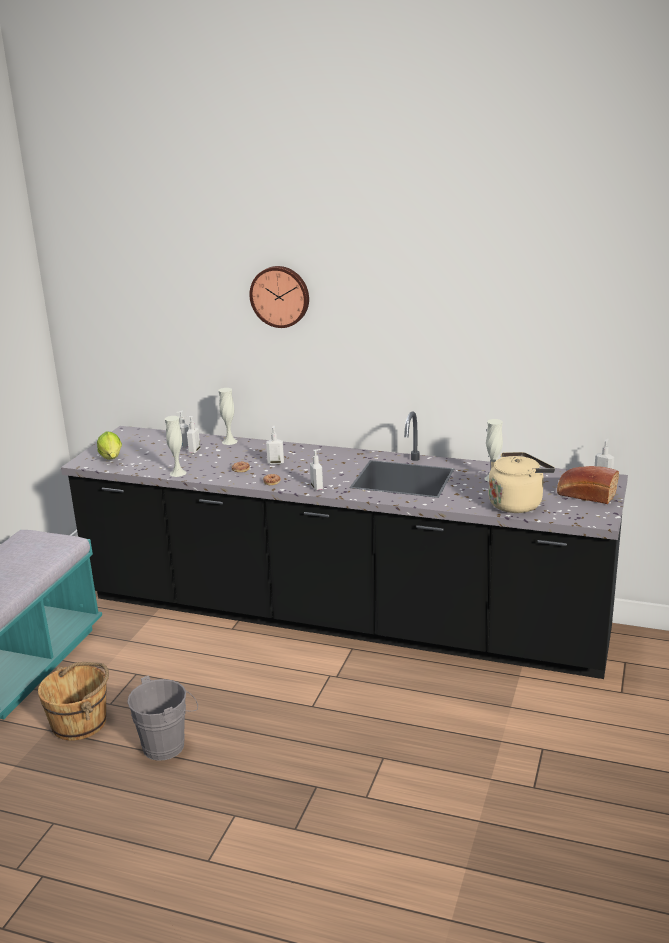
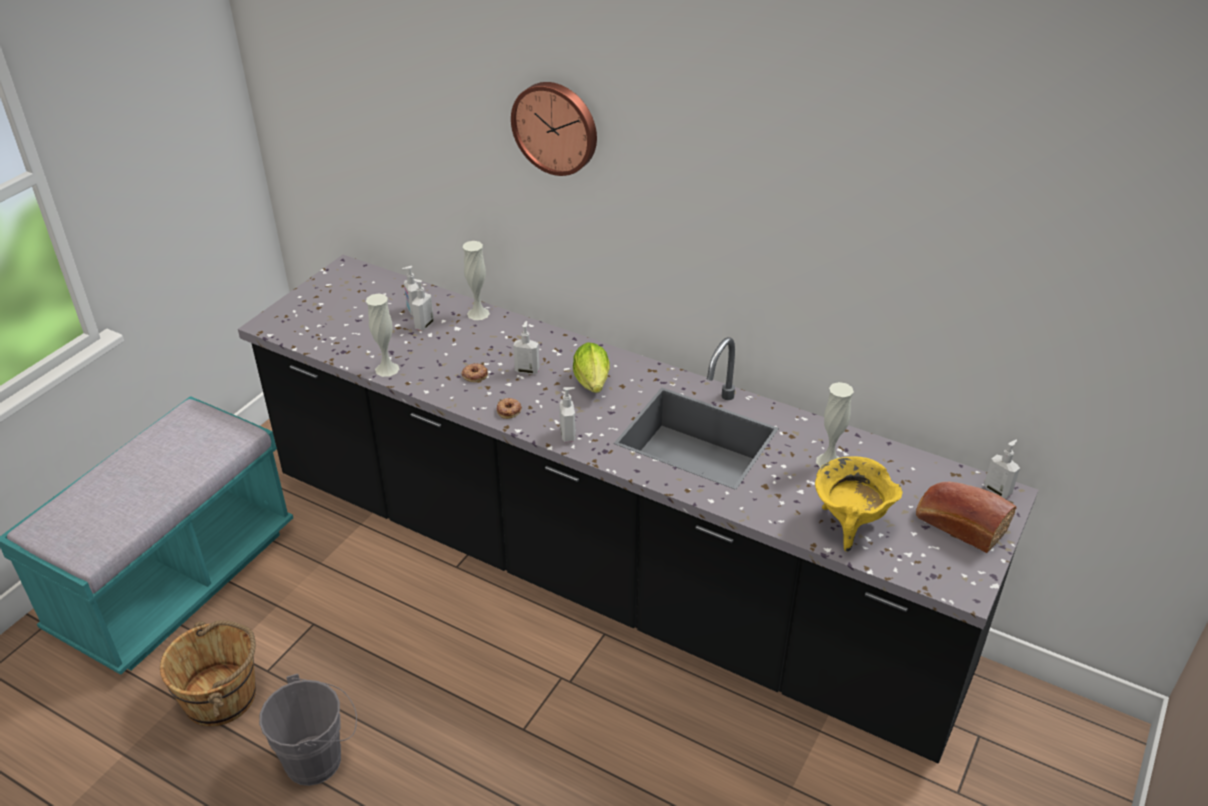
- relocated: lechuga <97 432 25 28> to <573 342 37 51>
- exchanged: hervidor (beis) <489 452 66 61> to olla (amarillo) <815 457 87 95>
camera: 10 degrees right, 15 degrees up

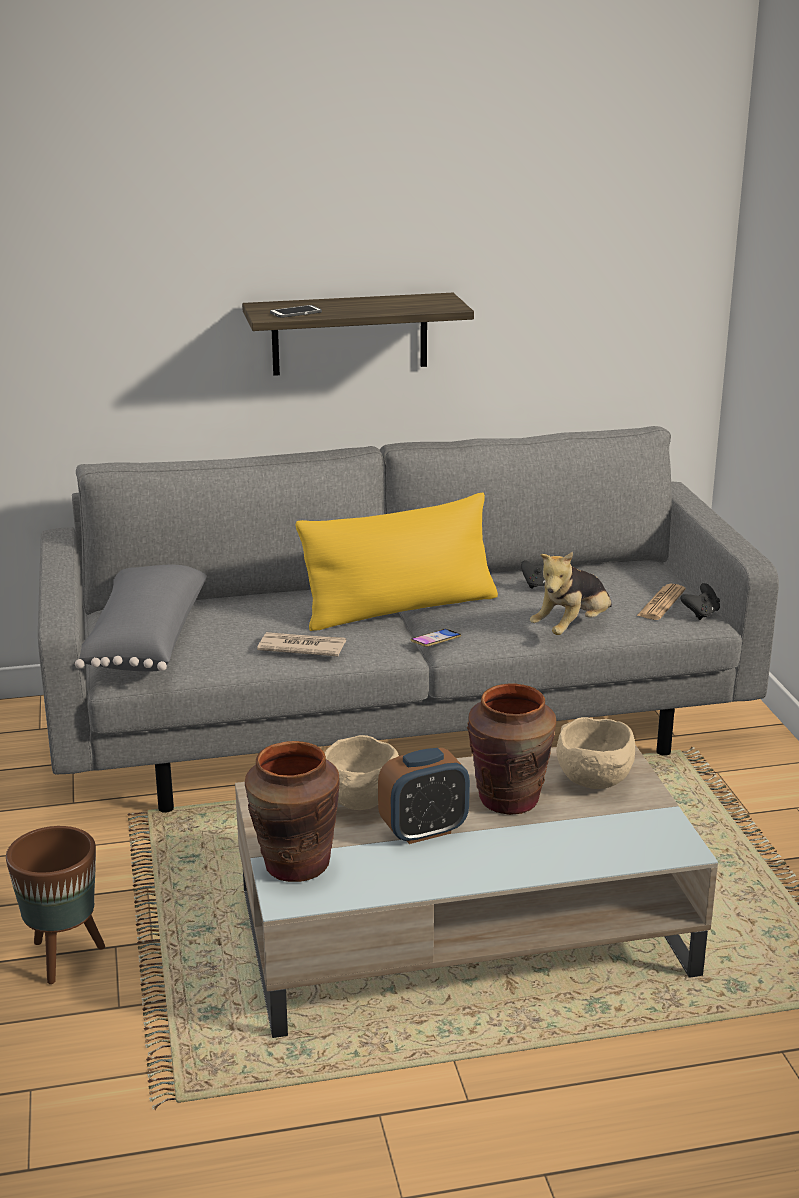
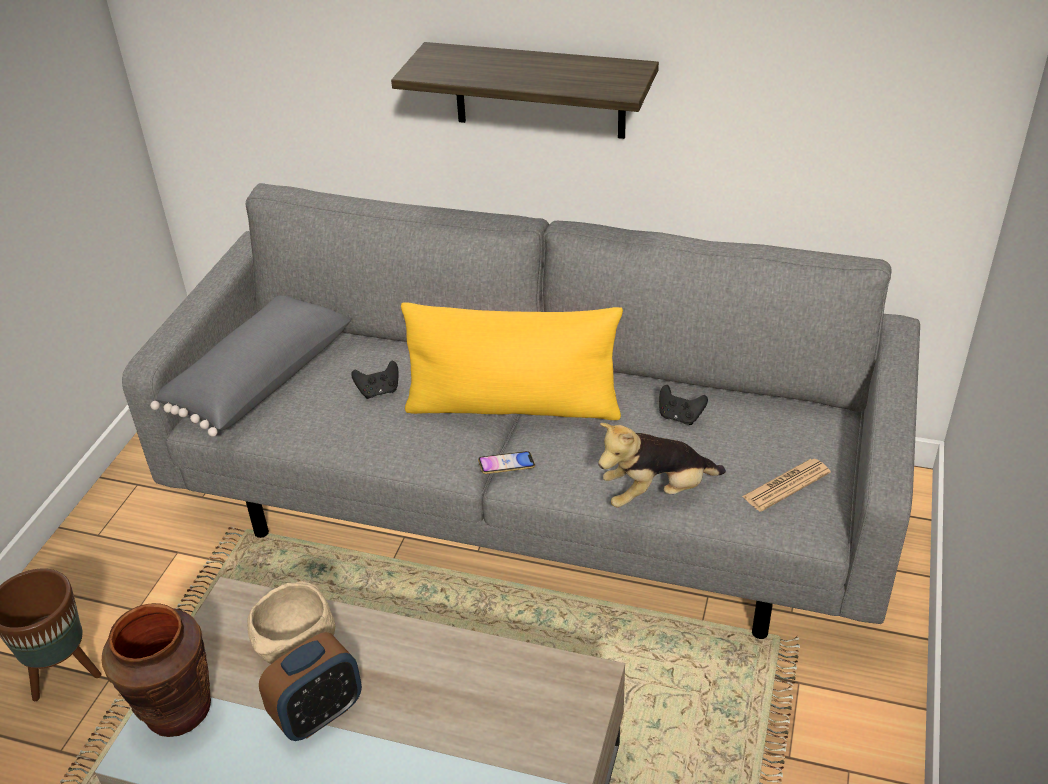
- missing: periódico <257 632 89 24>
- missing: móvil <270 305 52 13>
- spun: despertador <378 748 92 96> = <259 632 103 109> 45 degrees counterclockwise
- missing: florero (marrón) <467 683 89 132>
- missing: cuenco (beis) <556 717 79 72>
- relocated: mando de consola (negro) <681 583 39 37> to <351 361 48 38>
camera: 30 degrees right, 15 degrees up

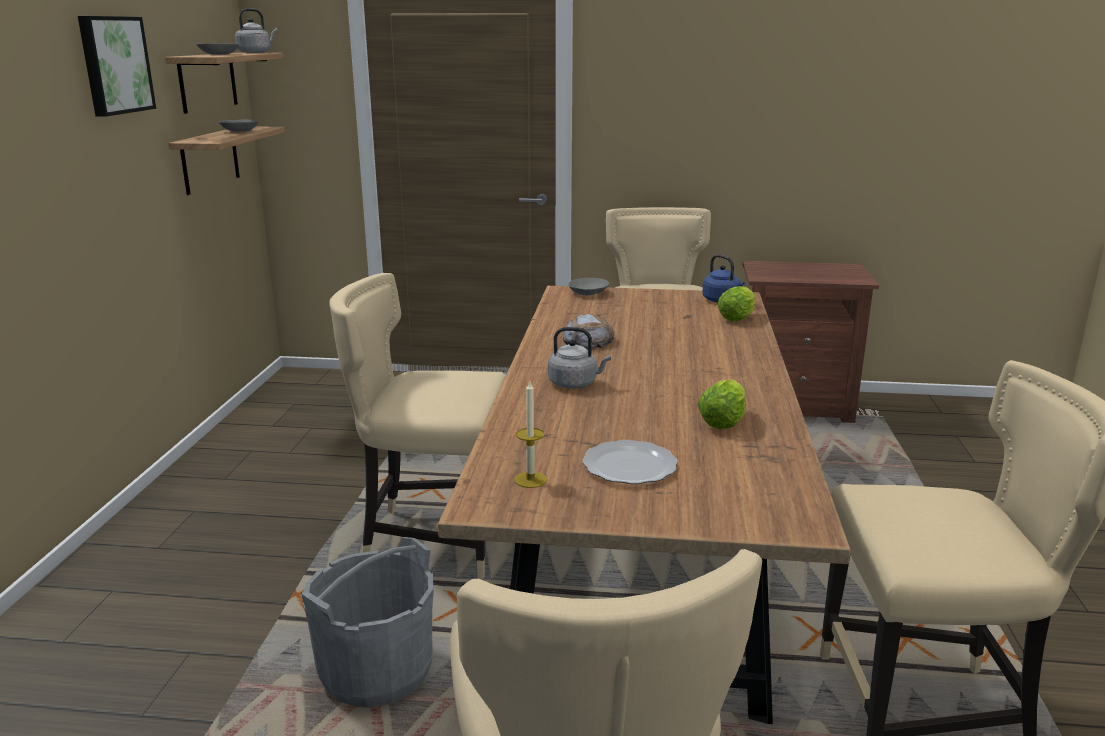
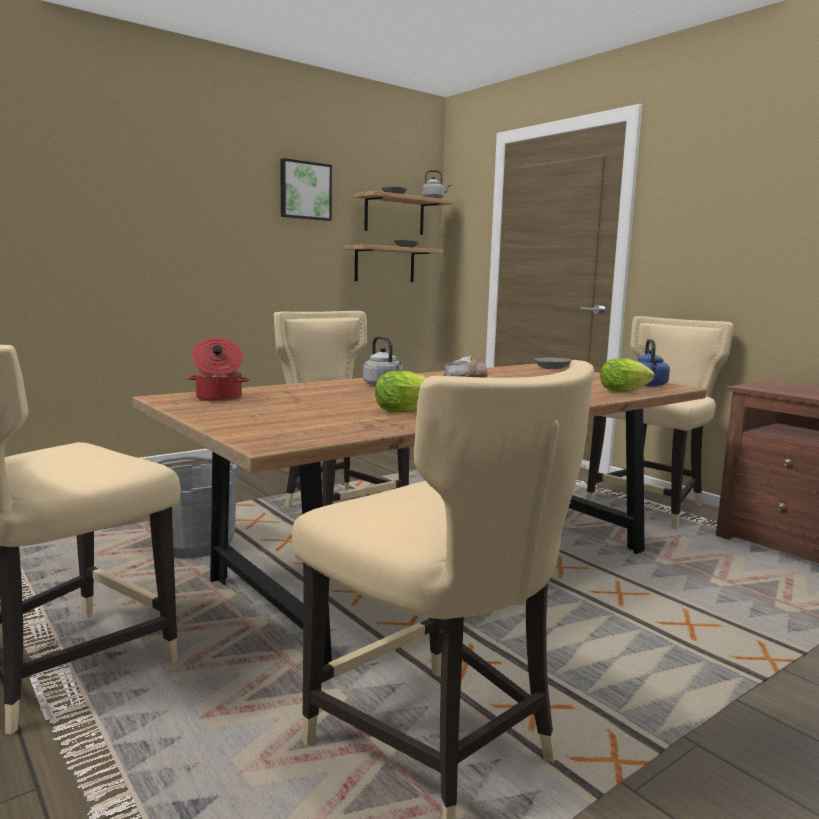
- exchanged: vela <514 382 33 106> to olla <187 337 63 65>
- missing: plato <582 440 96 44>
camera: 45 degrees right, 10 degrees down

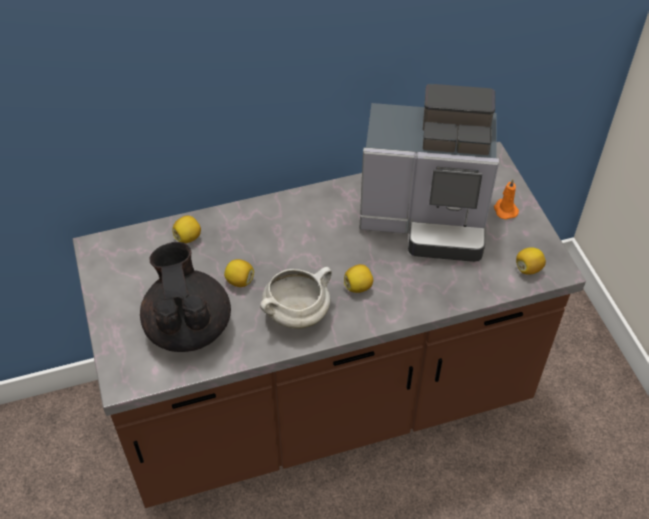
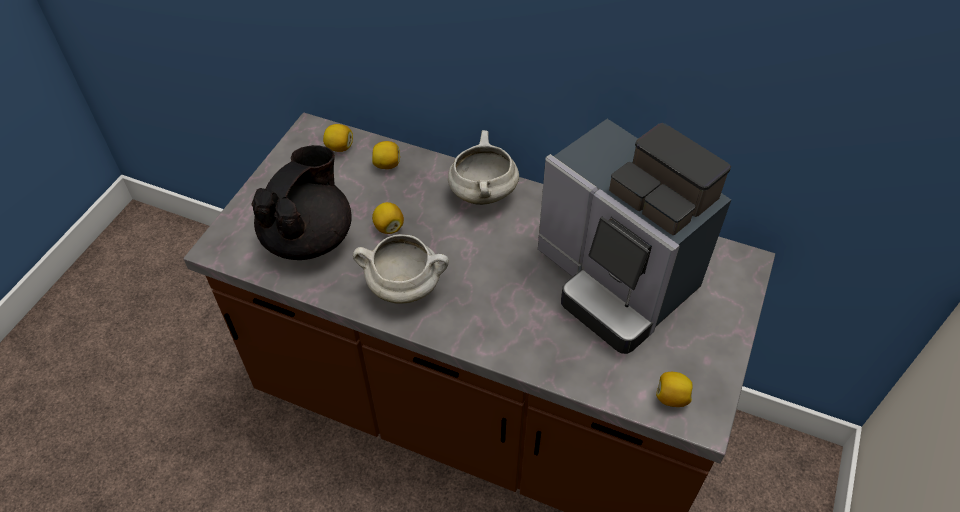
- relocated: limón <344 264 29 29> to <323 124 30 28>
- missing: vela (naranja) <494 179 25 41>
- appeared: olla (blanco) <448 130 71 75>
camera: 40 degrees right, 0 degrees up

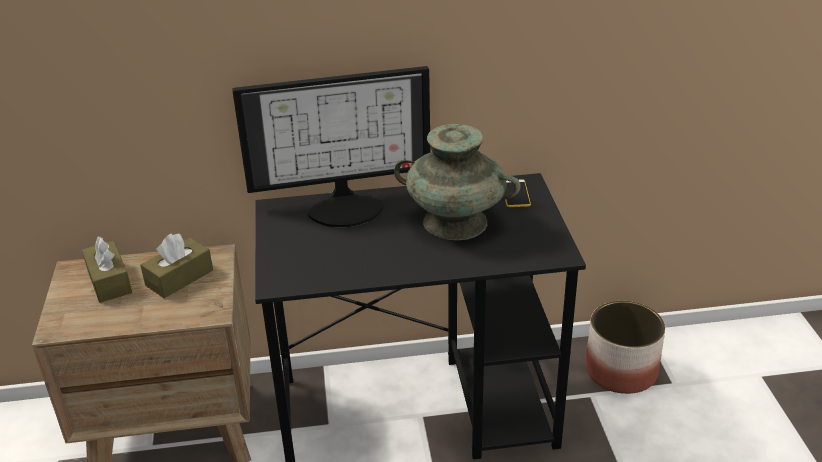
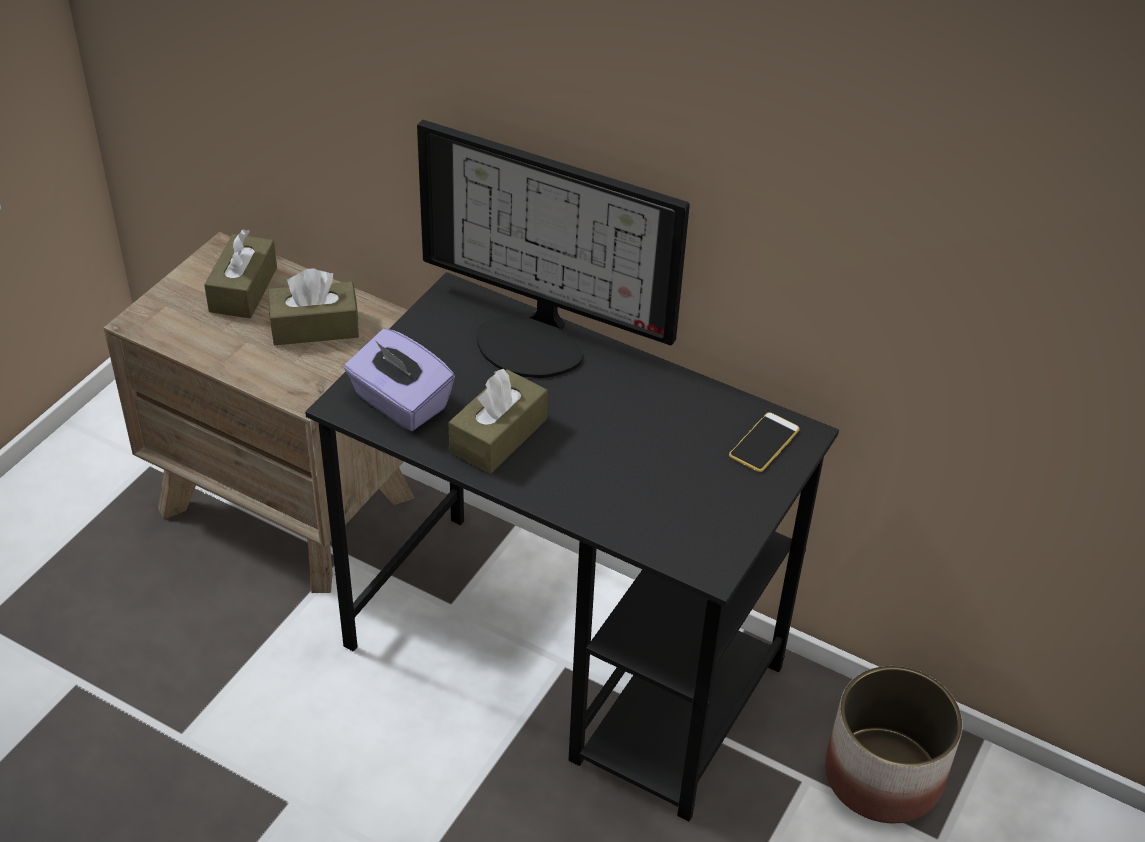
- missing: florero (turquesa) <394 124 127 116>
- appeared: caja de pañuelos (morado) <344 328 111 103>
- appeared: caja de pañuelos (marrón) <448 369 100 105>
camera: 35 degrees right, 10 degrees up

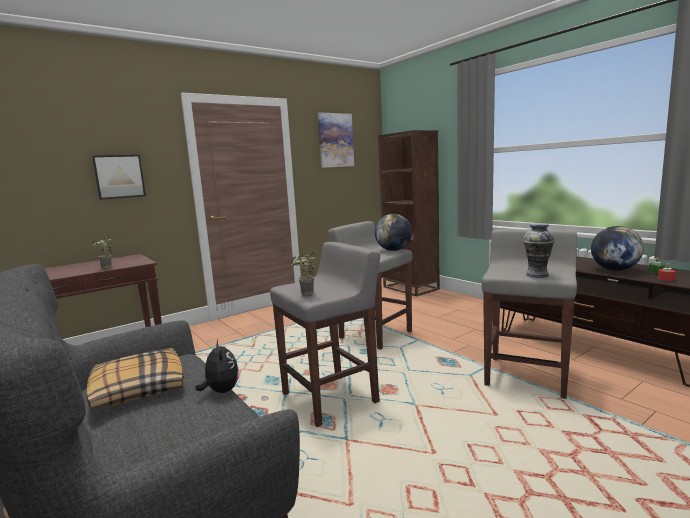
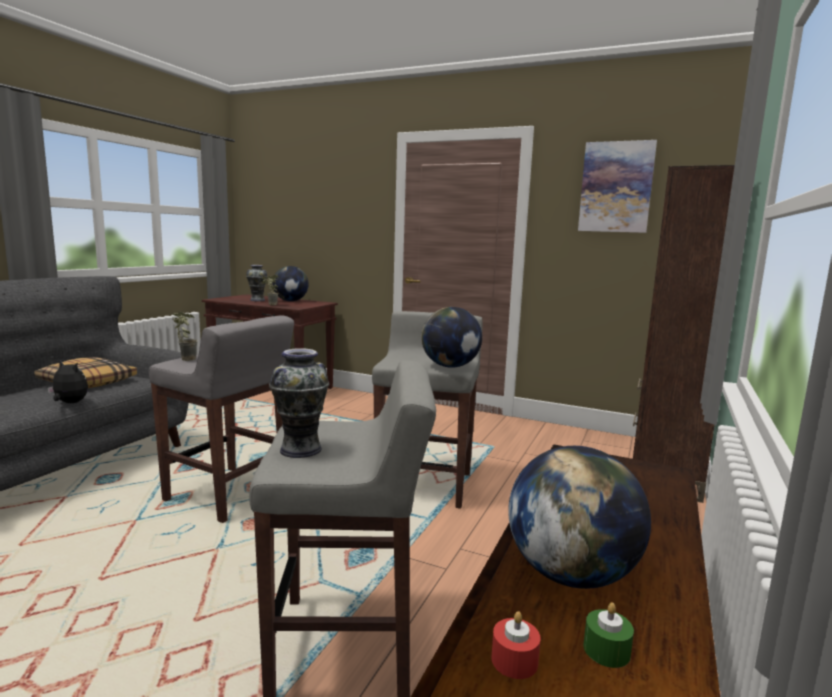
- missing: cuadro <92 155 54 45>
- spun: peluche <195 340 44 53> = <47 360 41 43> 105 degrees counterclockwise
- appeared: florero <246 265 21 36>
- appeared: globo terráqueo <272 266 37 35>
camera: 60 degrees right, 0 degrees up

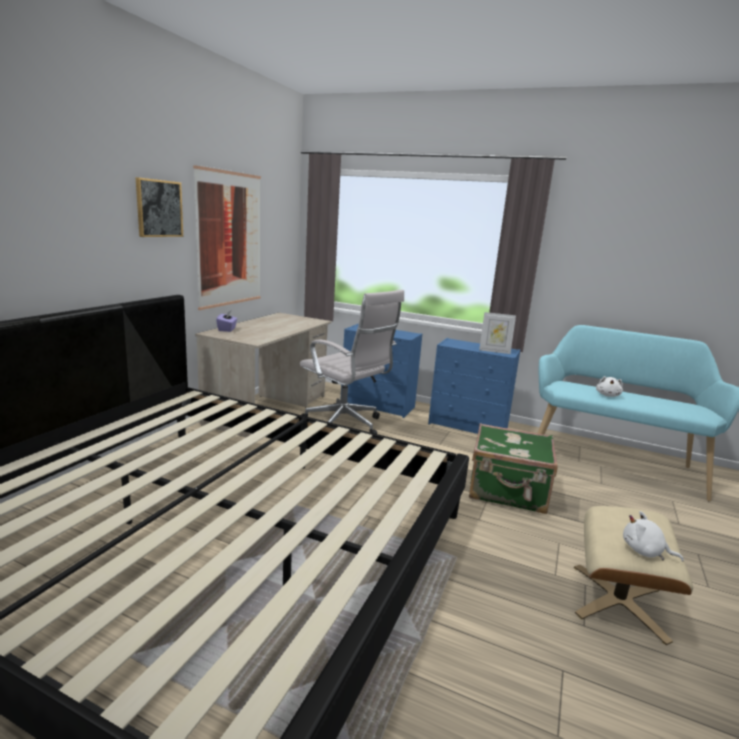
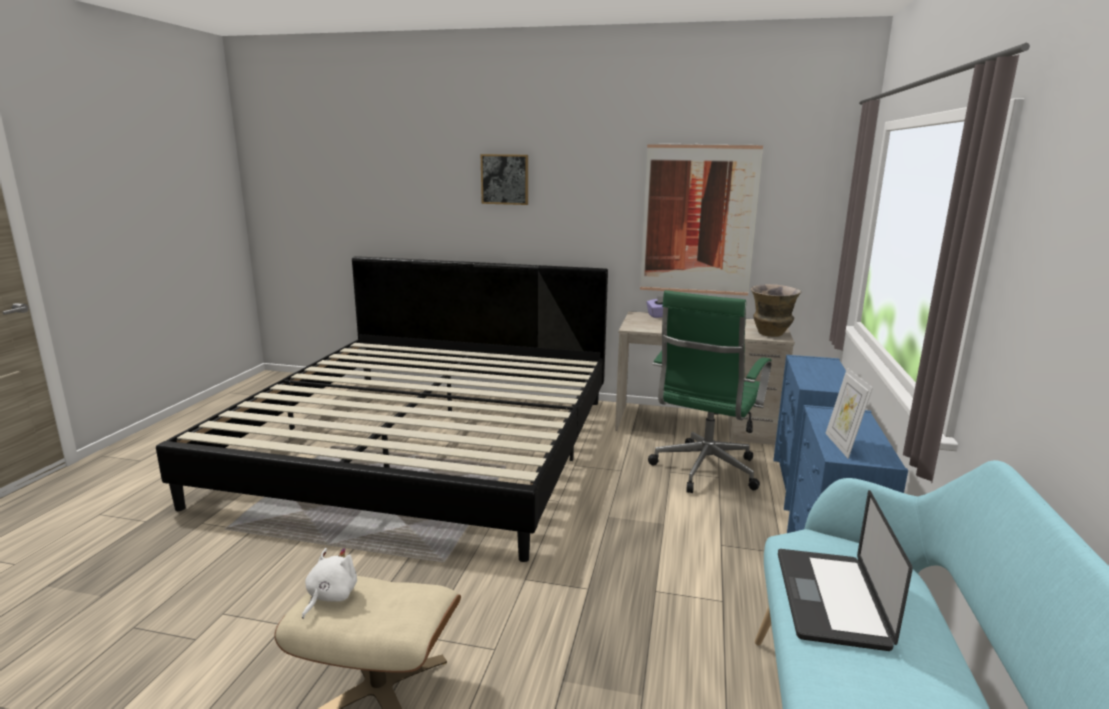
- relocated: cuadro <136 177 47 60> to <481 154 47 51>
- colour: silla de oficina (blanco) <300 290 104 144> to silla de oficina (verde) <648 290 124 203>
- missing: maleta (verde) <469 423 89 91>
- exchanged: peluche (blanco) <596 376 27 21> to portátil <778 490 134 161>
- appeared: florero <751 284 51 53>
camera: 80 degrees right, 0 degrees up

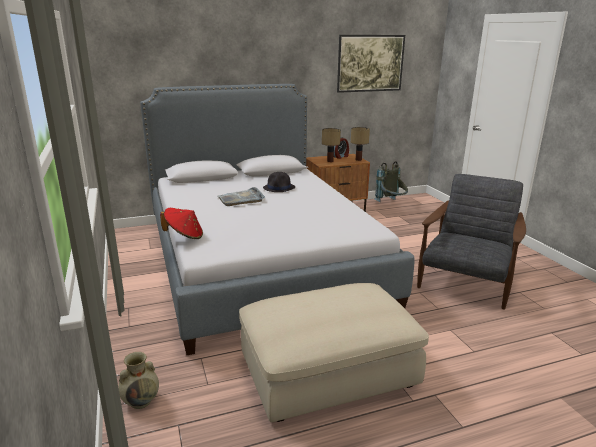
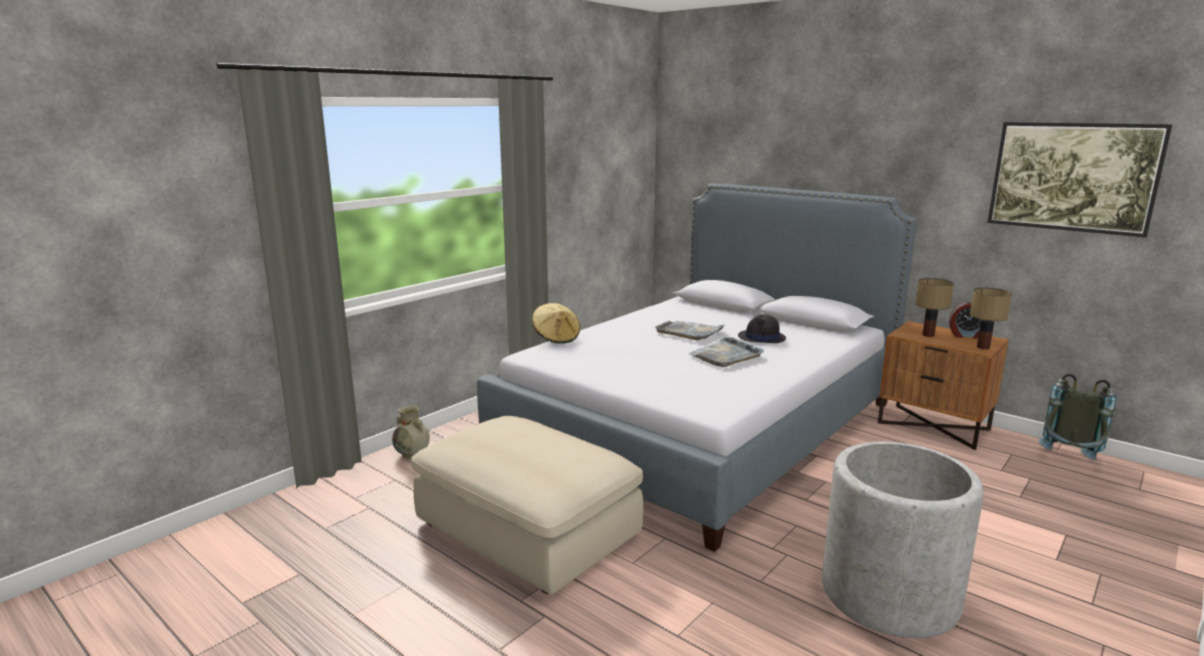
- colour: sombrero (rojo) <160 208 43 31> to sombrero (beis) <532 303 48 41>
- exchanged: sillón (gris) <417 174 109 136> to maceta (gris) <822 442 162 196>
- appeared: bandeja (gris) <688 337 76 30>
camera: 60 degrees right, 5 degrees down

